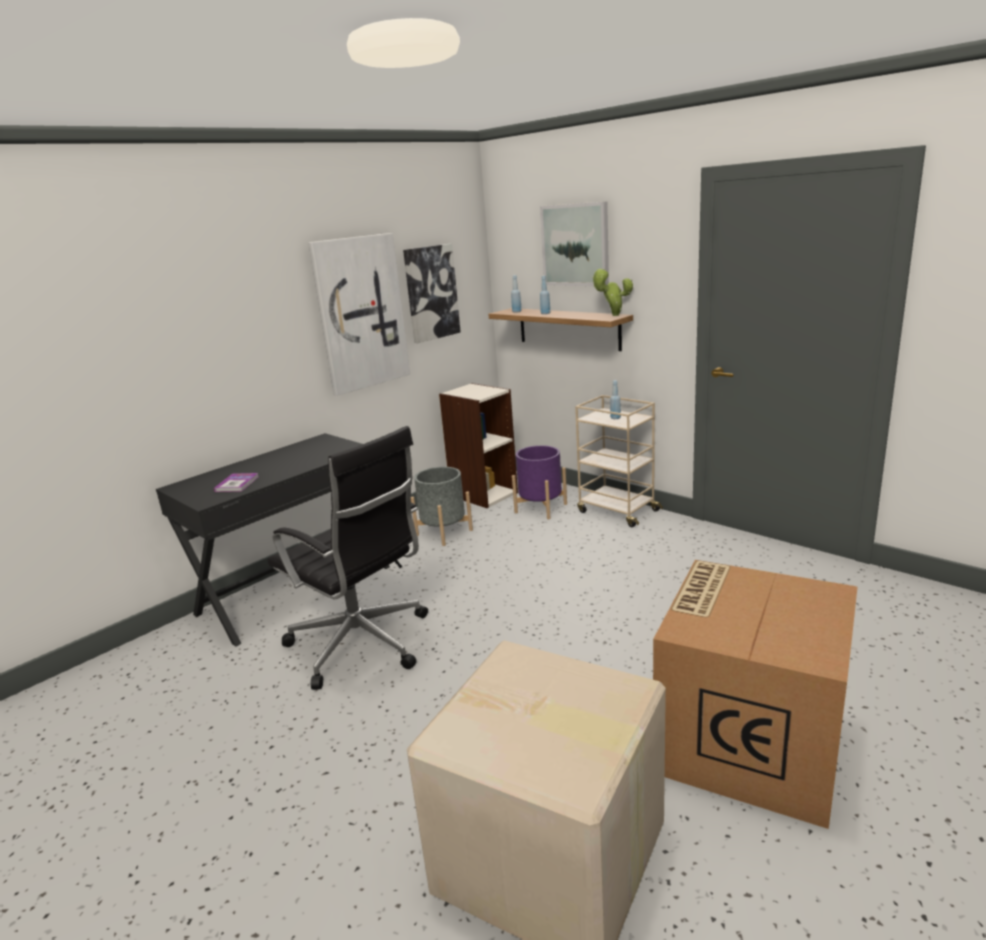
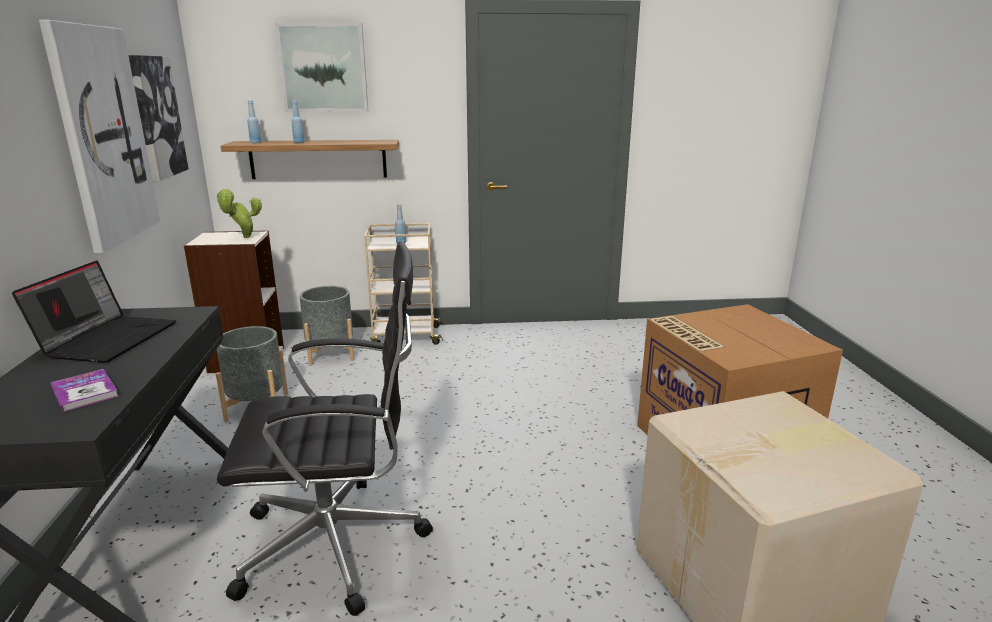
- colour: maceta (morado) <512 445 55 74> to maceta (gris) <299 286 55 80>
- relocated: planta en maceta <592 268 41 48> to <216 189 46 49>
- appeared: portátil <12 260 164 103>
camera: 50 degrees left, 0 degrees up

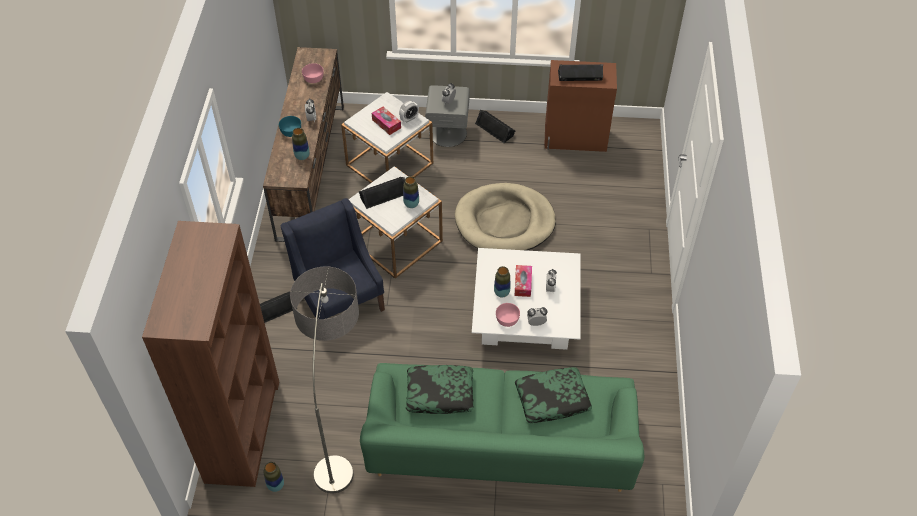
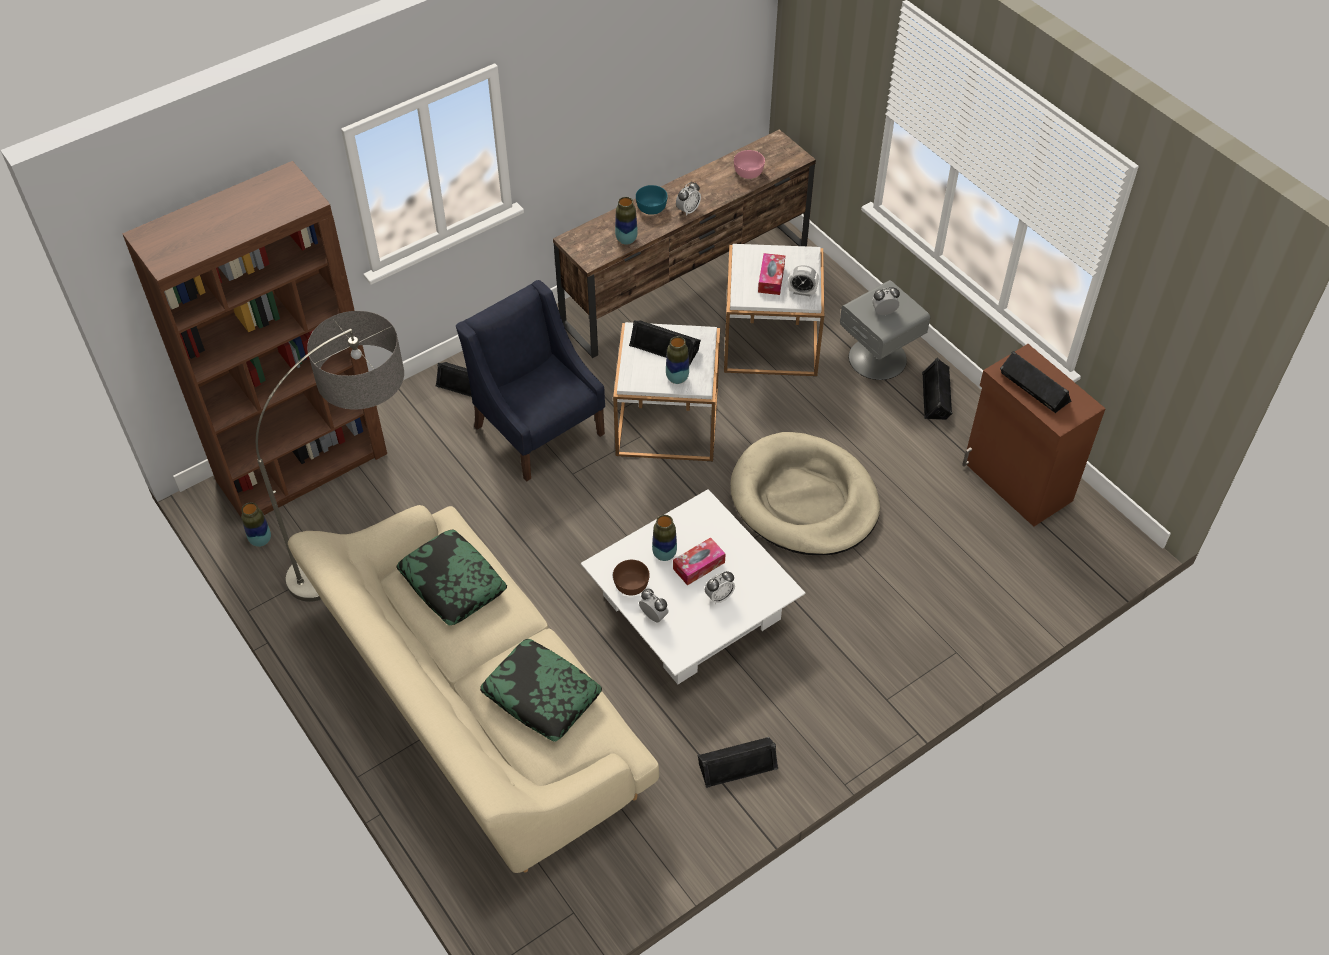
- spun: sillón (azul) <281 198 104 121> = <456 280 149 202> 60 degrees counterclockwise
- colour: sofá (verde) <360 363 284 129> to sofá (beis) <288 505 371 368>
- colour: cuenco (rosa) <496 303 24 24> to cuenco (marrón) <613 560 37 35>
- appeared: altavoz (negro) <698 737 80 51>
camera: 50 degrees right, 0 degrees up

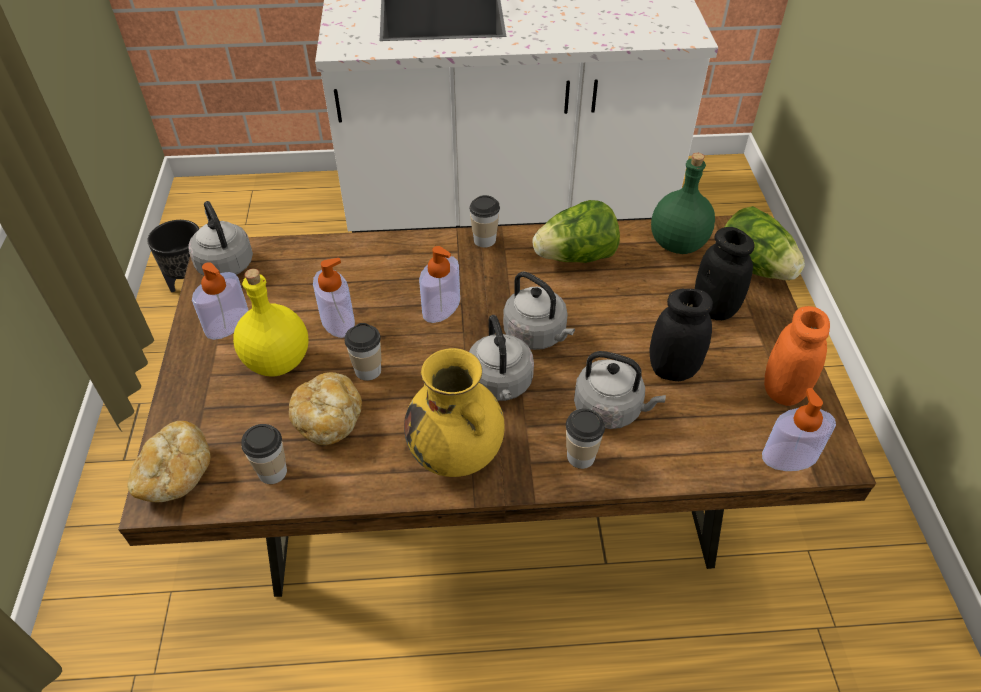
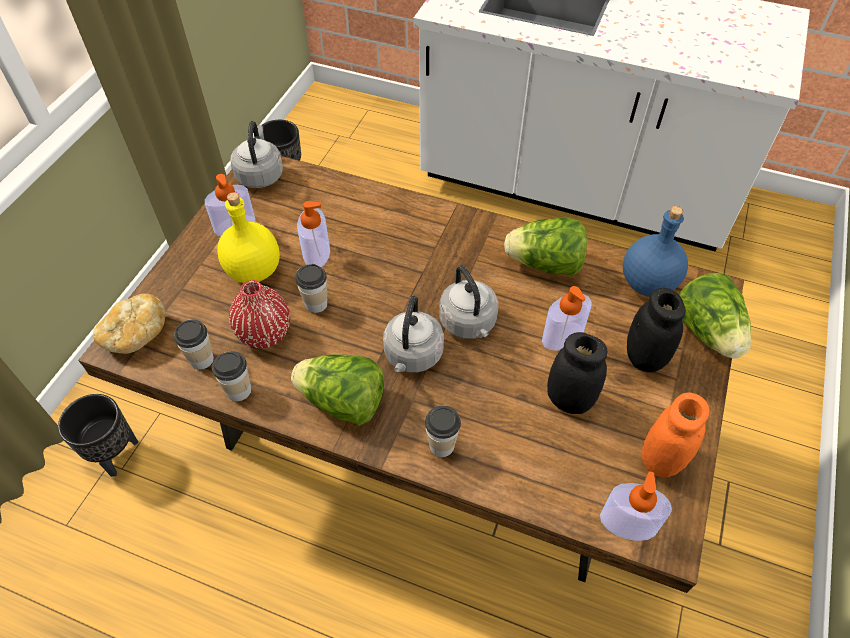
- exchanged: pan <289 372 73 73> to florero (rojo) <229 280 61 68>
- exchanged: florero (amarillo) <404 348 101 129> to lechuga <291 354 93 72>
- relocated: dispensador de jabón <419 246 41 77> to <542 286 50 65>
- relocated: taza <469 195 31 53> to <212 351 39 50>
- missing: hervidor (gris) <574 351 92 78>
- colour: botella (verde) <651 153 64 101> to botella (azul) <623 206 65 91>
- appeared: maceta (negro) <58 394 81 83>
camera: 25 degrees right, 5 degrees up

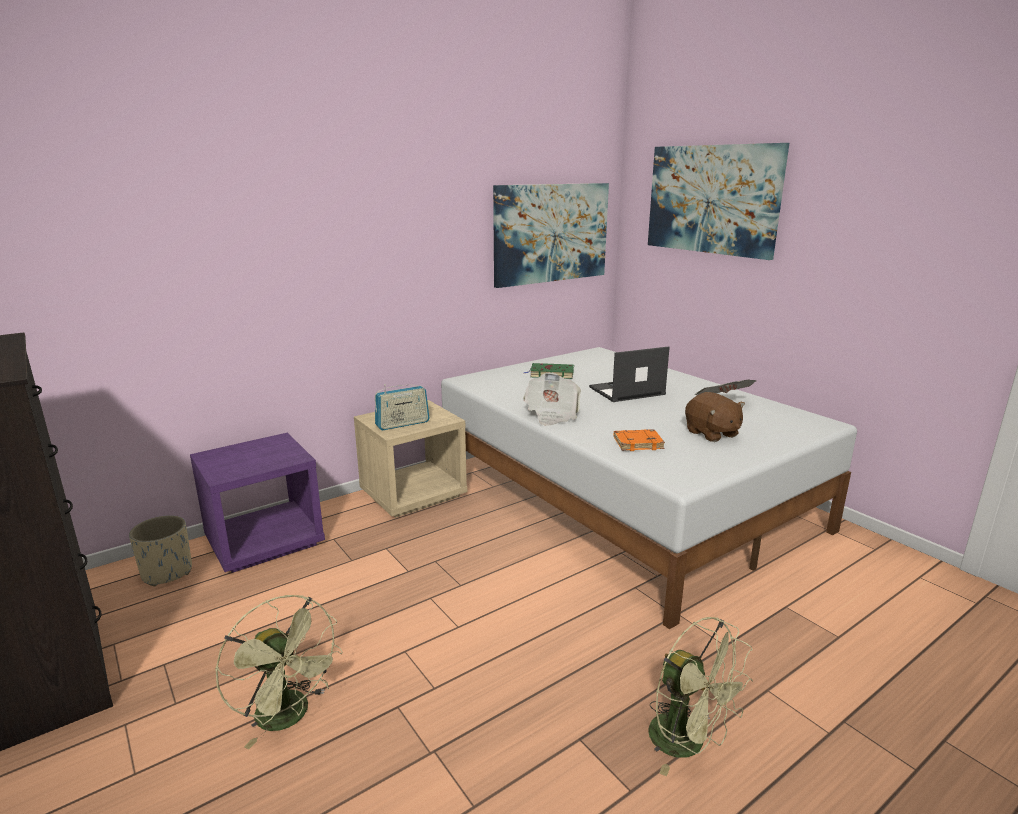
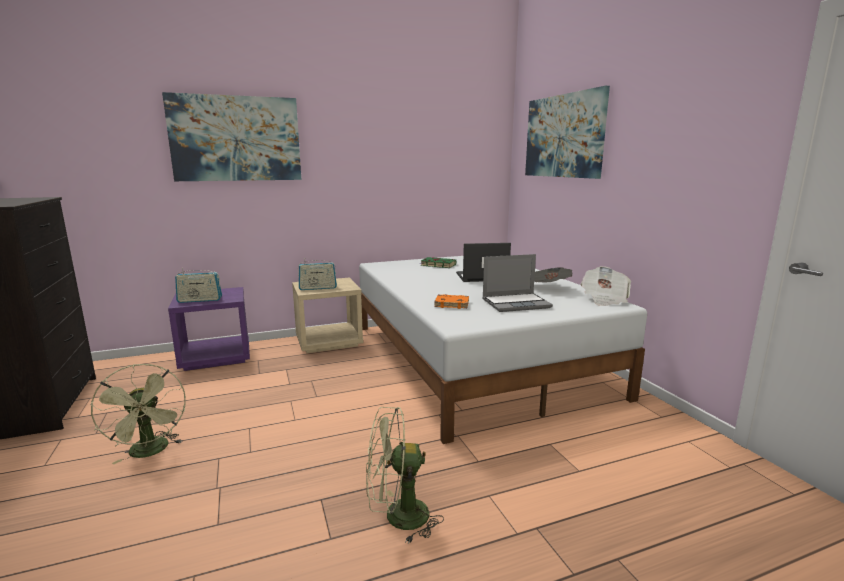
- missing: maceta (beis) <129 515 63 71>
- relocated: cuadro <493 183 116 105> to <162 92 139 89>
- relocated: periódico <523 372 58 54> to <581 266 50 40>
- spun: ventilador (verde) <648 617 105 159> = <366 407 78 137> 105 degrees clockwise
- exchanged: peluche (marrón) <685 392 60 50> to portátil <482 254 71 58>
- appeared: radio <175 268 47 35>
camera: 15 degrees right, 5 degrees down

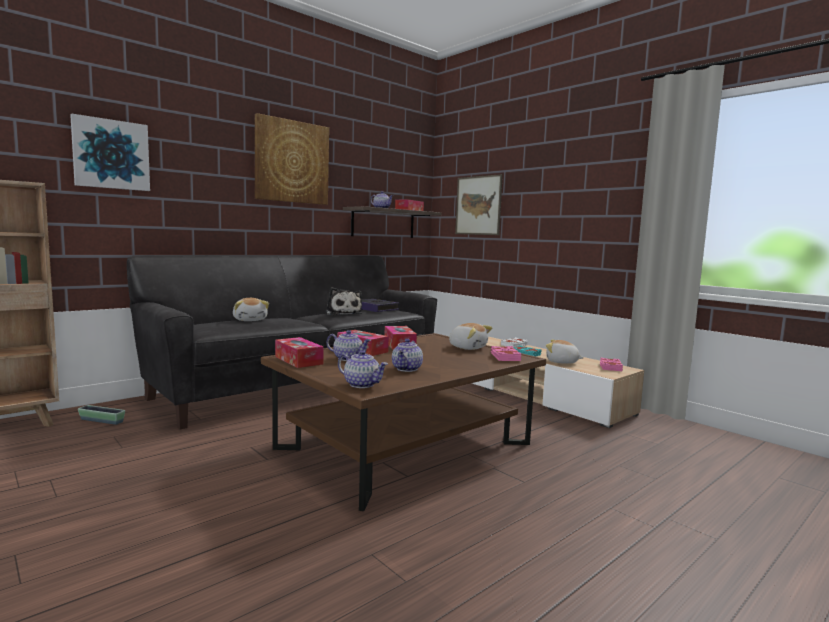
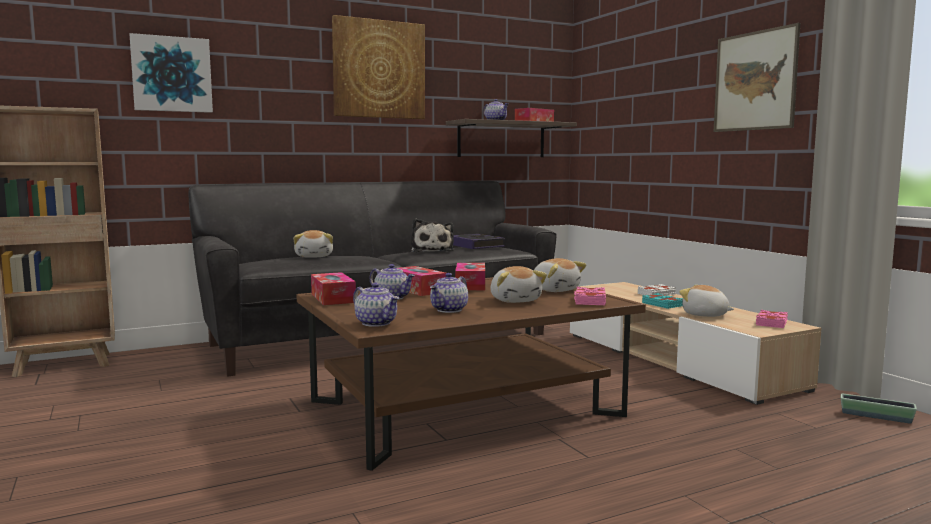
- relocated: maceta <78 405 47 20> to <841 394 76 30>
- relocated: cuadro <455 174 48 61> to <714 23 86 109>
- appeared: peluche <490 266 57 37>
camera: 15 degrees right, 0 degrees up

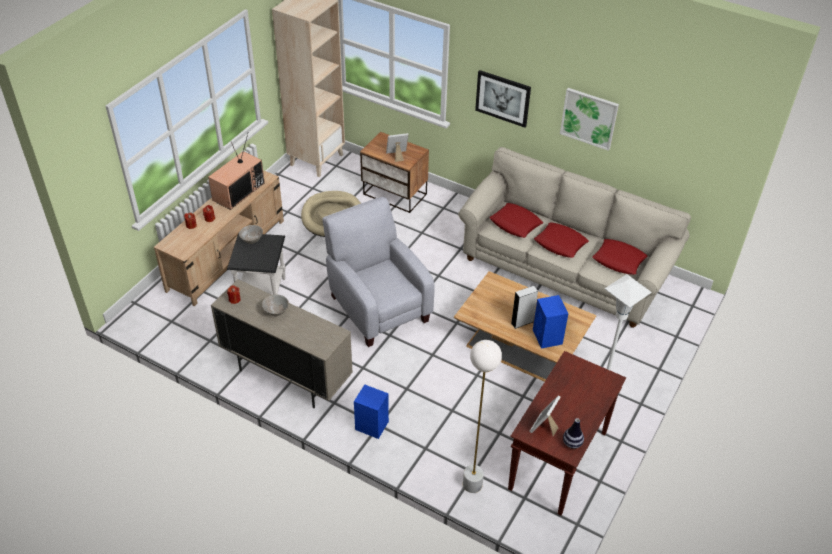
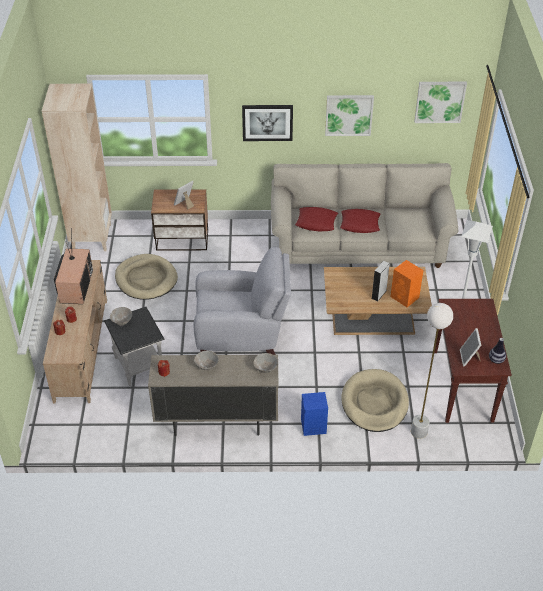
- spun: sillón (gris) <323 197 112 150> = <193 247 98 108> 150 degrees clockwise
- colour: altavoz (azul) <533 295 35 54> to altavoz (naranja) <391 260 32 47>
- missing: cojín (rojo) <592 239 56 36>
- appeared: cuenco (gris) <253 353 25 20>
- appeared: cama para perro (beis) <342 369 67 63>
- appeared: cuadro <414 82 53 41>
camera: 30 degrees left, 0 degrees up

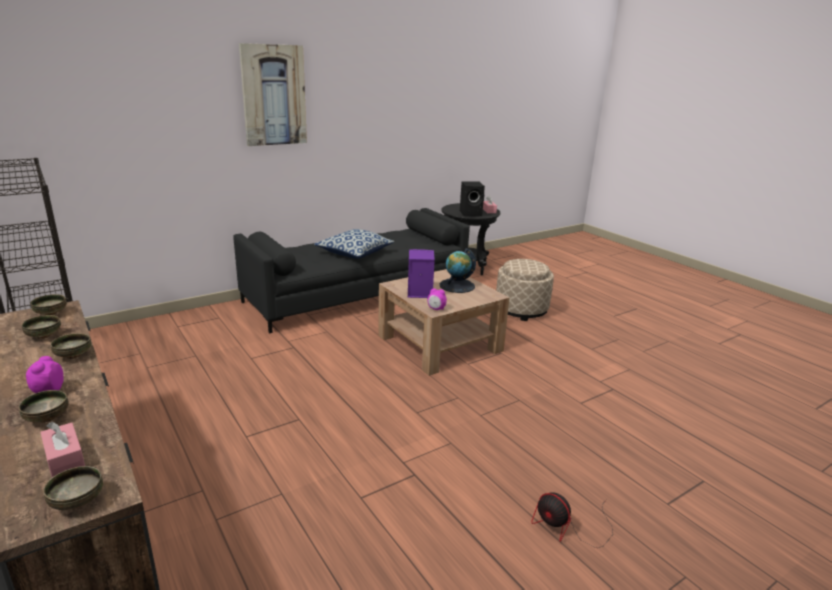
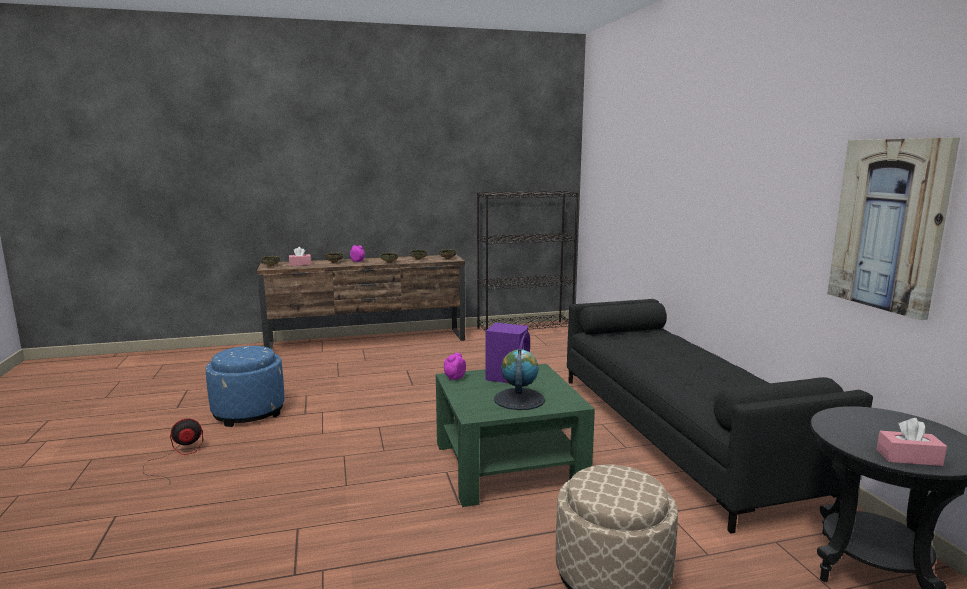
- relocated: cuadro <239 43 68 103> to <827 138 133 182>
- missing: cojín <314 229 81 30>
- colour: mesa de centro (marrón) <378 269 131 107> to mesa de centro (verde) <436 364 159 143>
- missing: altavoz (negro) <460 182 25 35>
- appeared: puf (azul) <205 346 79 81>
camera: 110 degrees right, 10 degrees down

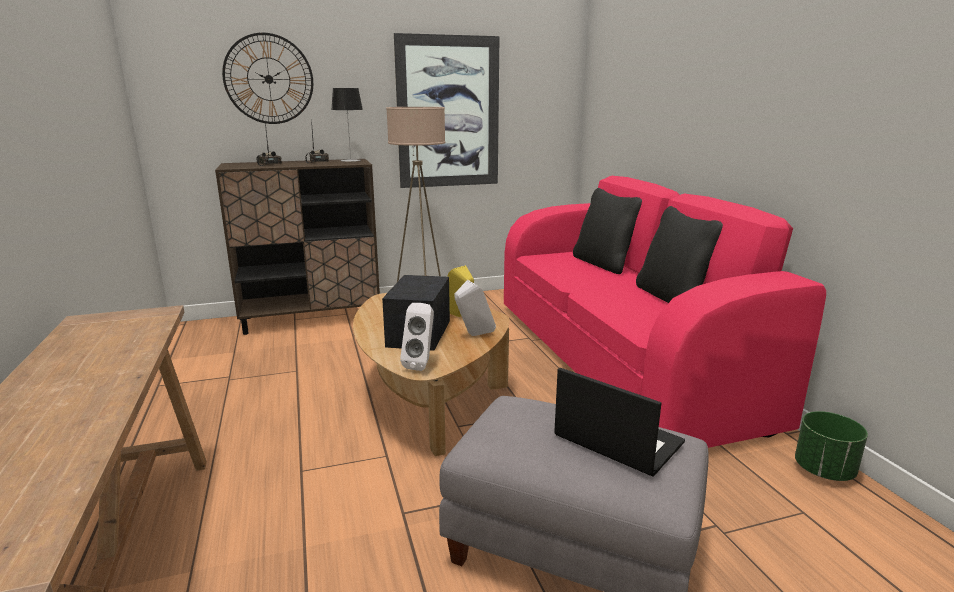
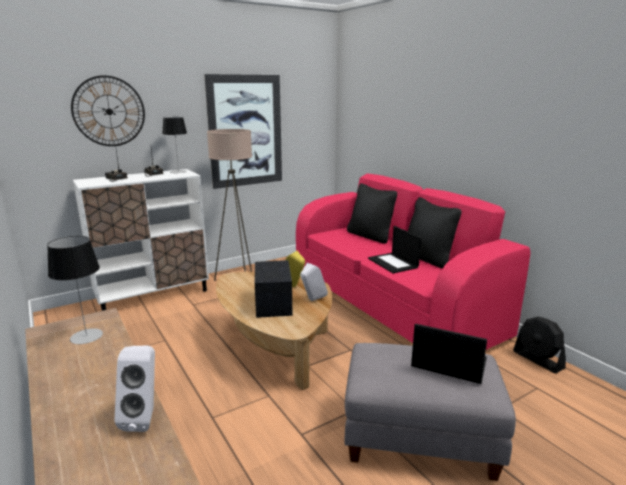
- colour: armario (marrón) <215 159 165 176> to armario (blanco) <73 169 136 142>
- relocated: altavoz (blanco) <400 303 34 68> to <115 346 40 86>
- exchanged: maceta (verde) <795 411 73 70> to ventilador (negro) <513 317 53 56>
- appeared: lámpara de mesa <47 236 56 108>
- appeared: portátil <368 226 53 47>
camera: 15 degrees left, 0 degrees up

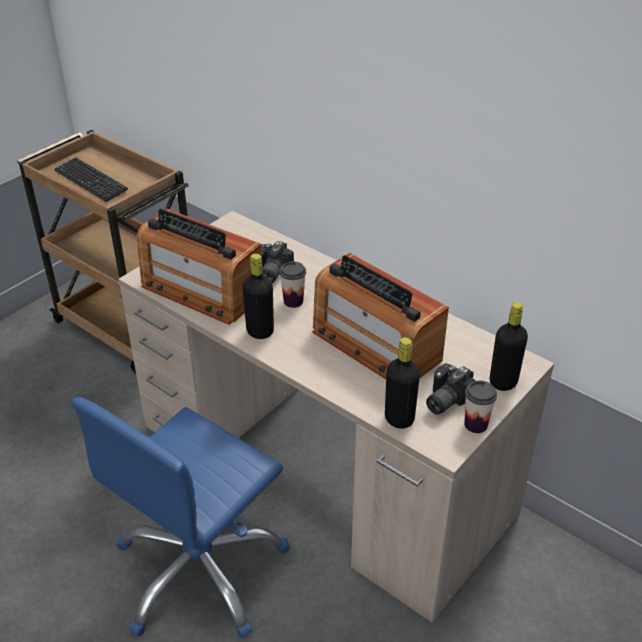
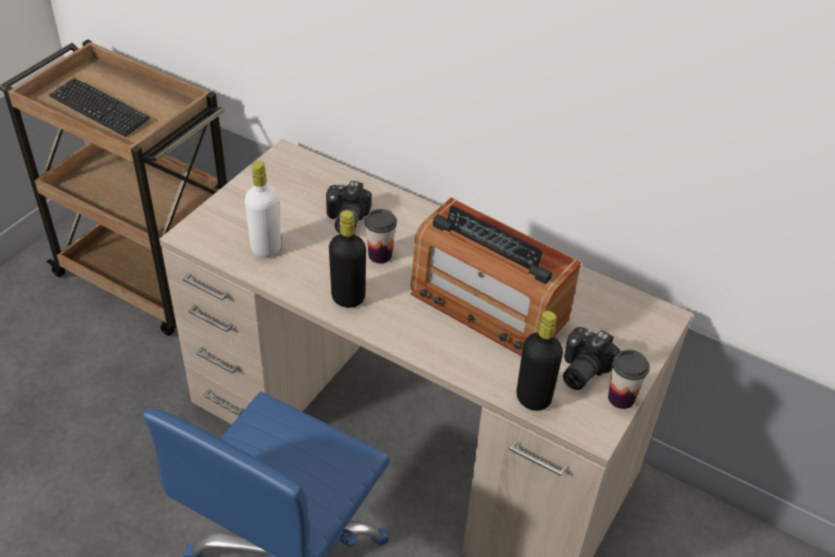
- exchanged: radio <136 208 127 117> to botella (blanco) <245 161 36 97>
- missing: botella (negro) <490 302 38 89>
camera: 10 degrees left, 5 degrees up

